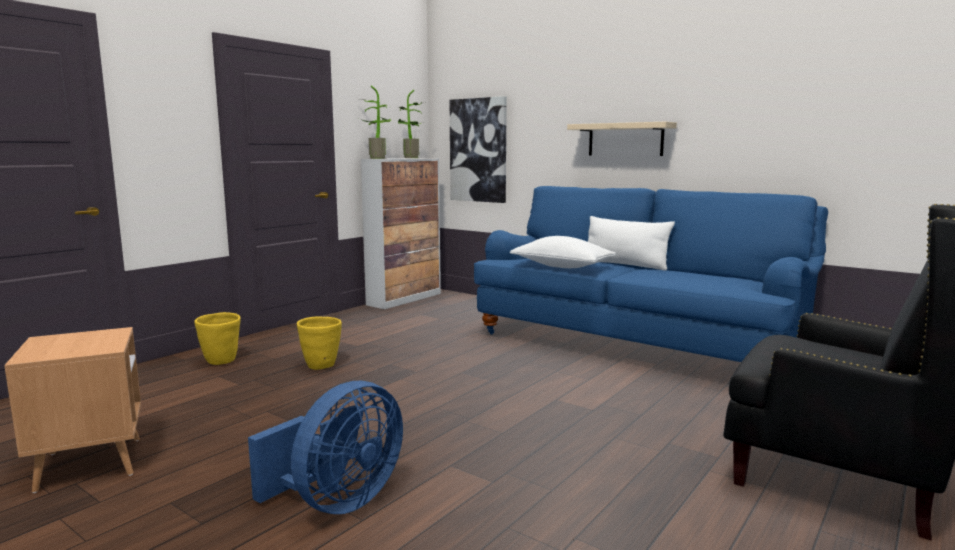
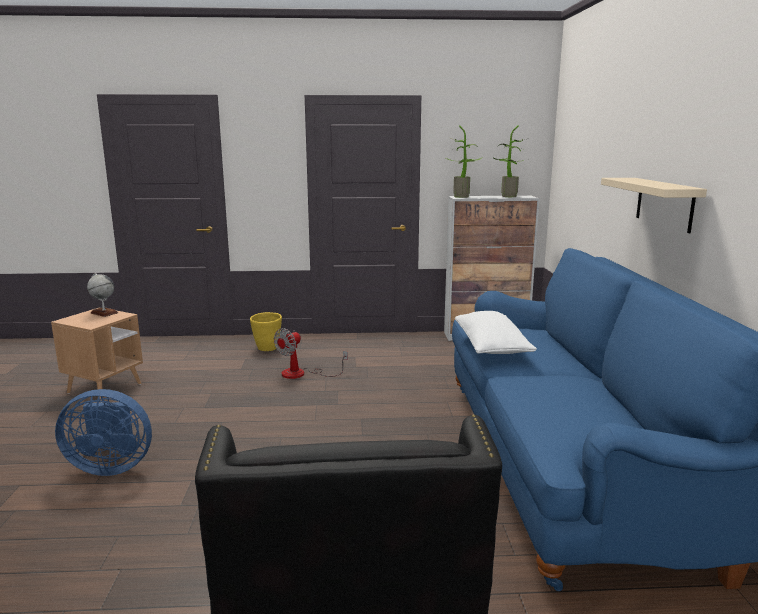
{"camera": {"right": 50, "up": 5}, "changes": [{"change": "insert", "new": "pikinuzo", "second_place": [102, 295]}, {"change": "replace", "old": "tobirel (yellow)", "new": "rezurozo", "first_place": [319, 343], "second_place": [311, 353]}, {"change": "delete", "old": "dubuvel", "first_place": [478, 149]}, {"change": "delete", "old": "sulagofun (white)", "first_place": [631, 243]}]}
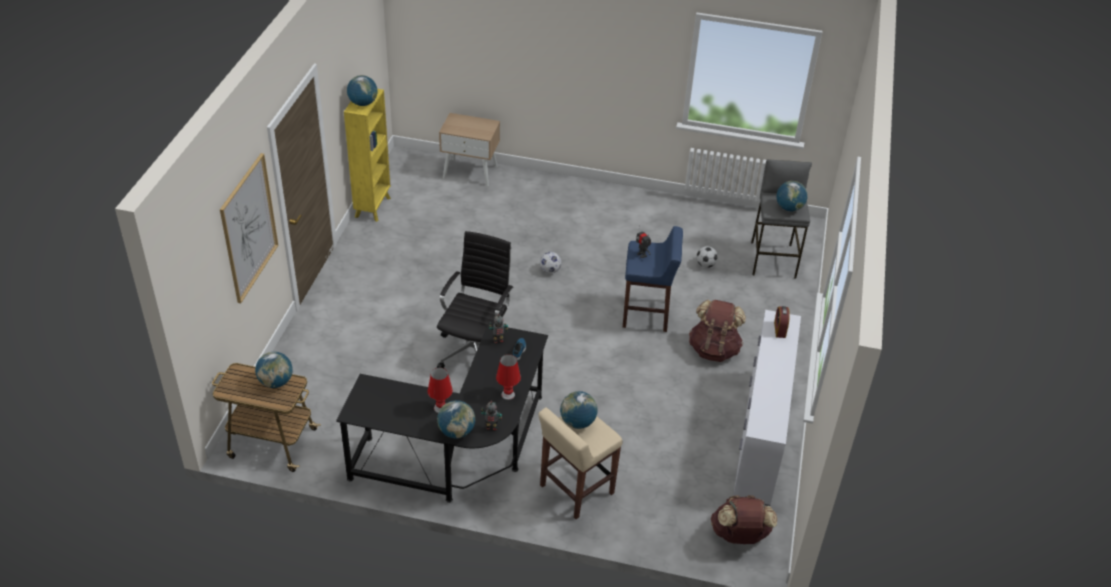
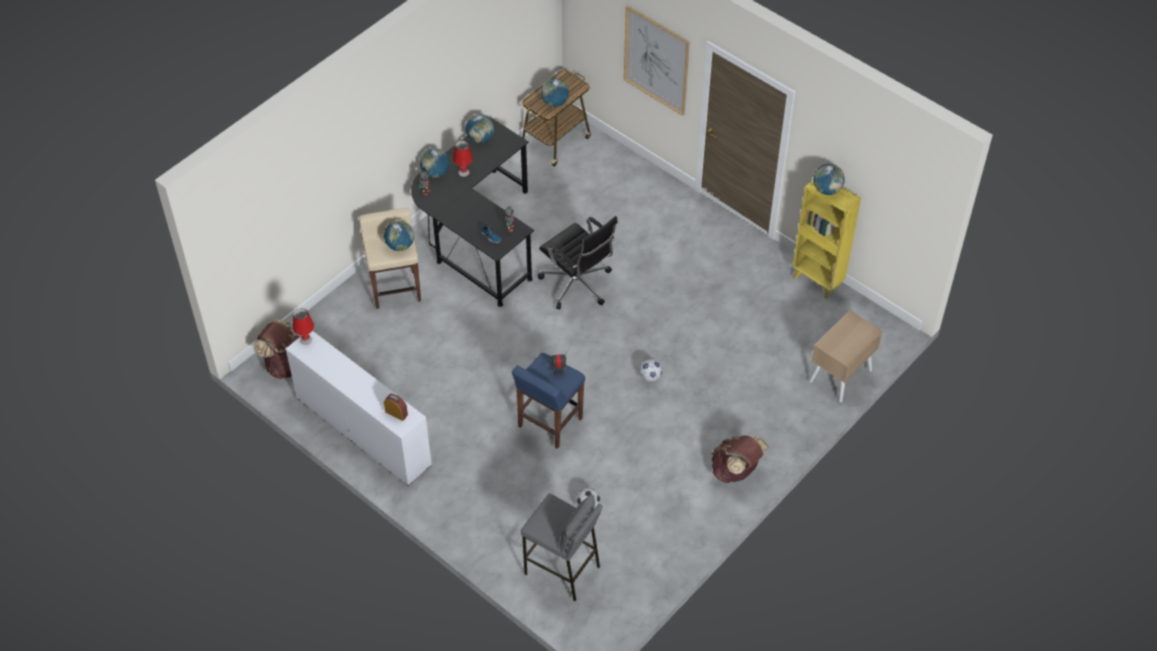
{"camera": {"right": 120, "up": 10}, "changes": [{"change": "move", "old": "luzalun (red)", "first_place": [508, 377], "second_place": [303, 326]}, {"change": "move", "old": "pikinuzo", "first_place": [792, 196], "second_place": [480, 128]}, {"change": "move", "old": "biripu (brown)", "first_place": [717, 331], "second_place": [740, 459]}]}
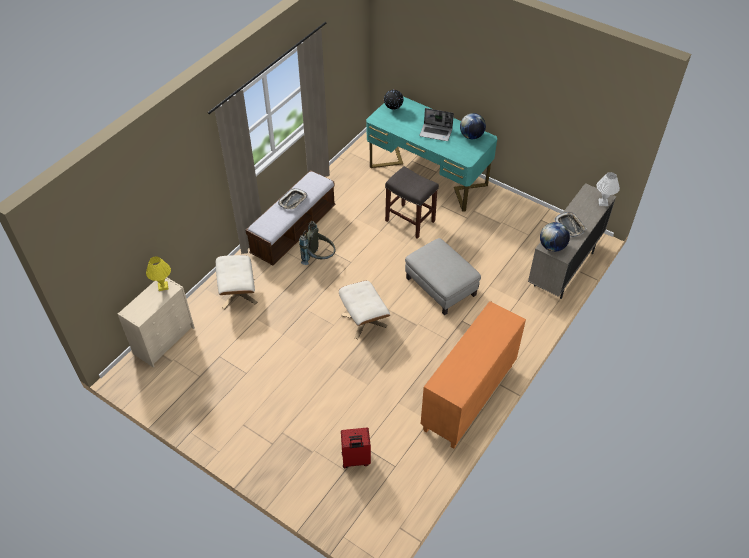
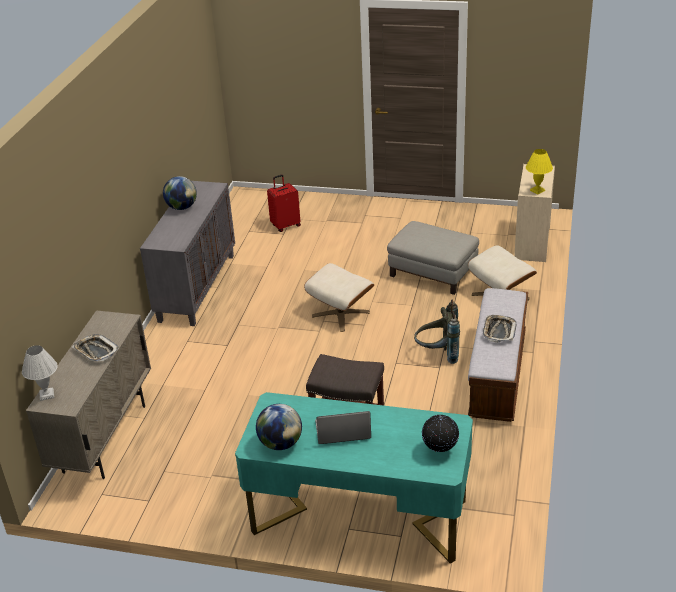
{"camera": {"right": 160, "up": -15}, "changes": [{"change": "recolor", "old": "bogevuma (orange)", "new": "bogevuma (grey)", "first_place": [473, 375], "second_place": [187, 253]}, {"change": "move", "old": "pikinuzo", "first_place": [555, 237], "second_place": [180, 193]}, {"change": "move", "old": "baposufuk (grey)", "first_place": [443, 276], "second_place": [433, 258]}]}
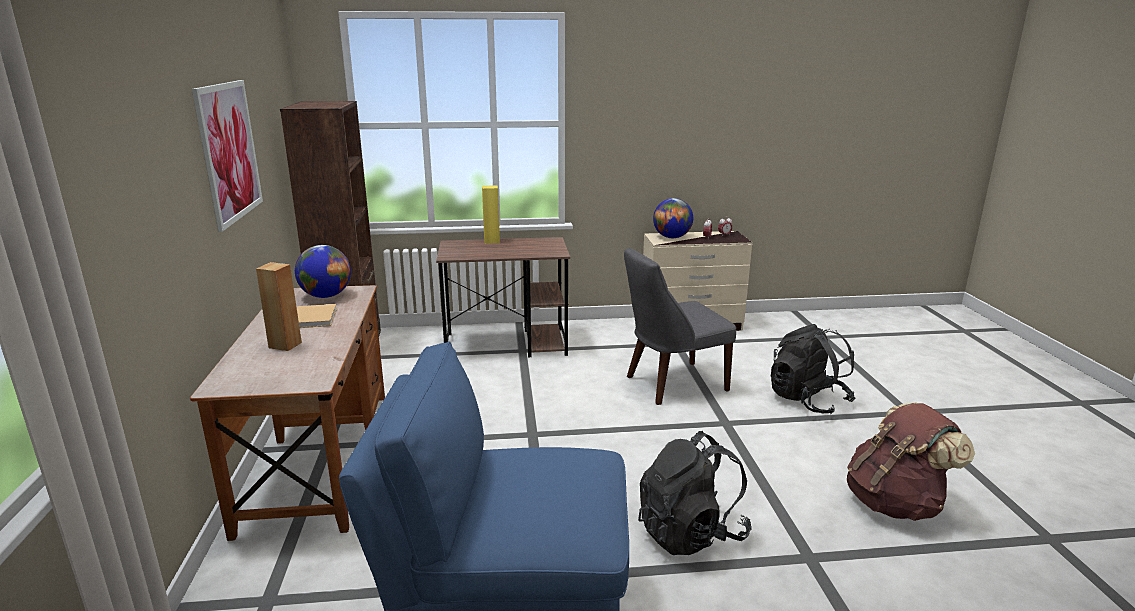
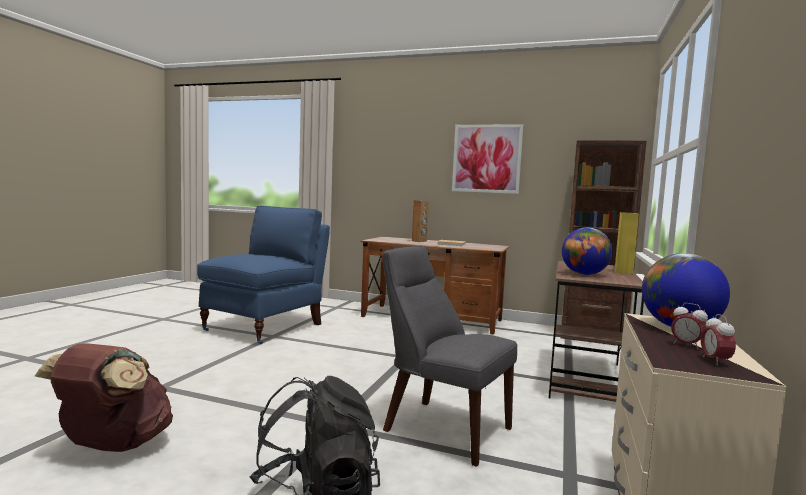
{"camera": {"right": 115, "up": -15}, "changes": [{"change": "rotate", "old": "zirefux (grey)", "first_place": [680, 326], "second_place": [450, 356], "degrees": -60}, {"change": "move", "old": "pikinuzo", "first_place": [323, 271], "second_place": [587, 251]}, {"change": "delete", "old": "biripu (black)", "first_place": [695, 493]}]}
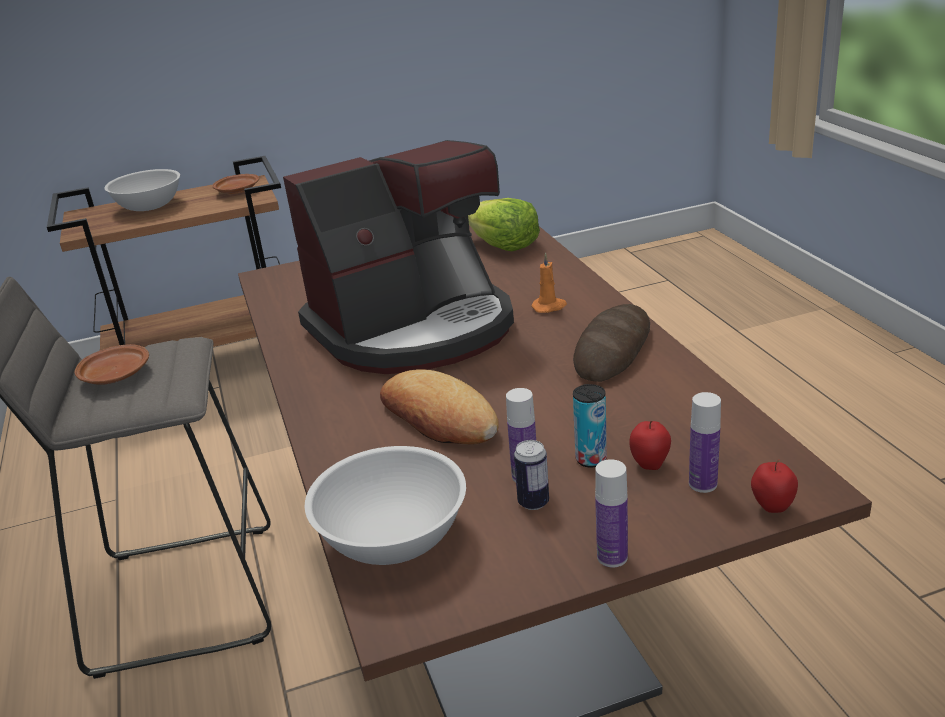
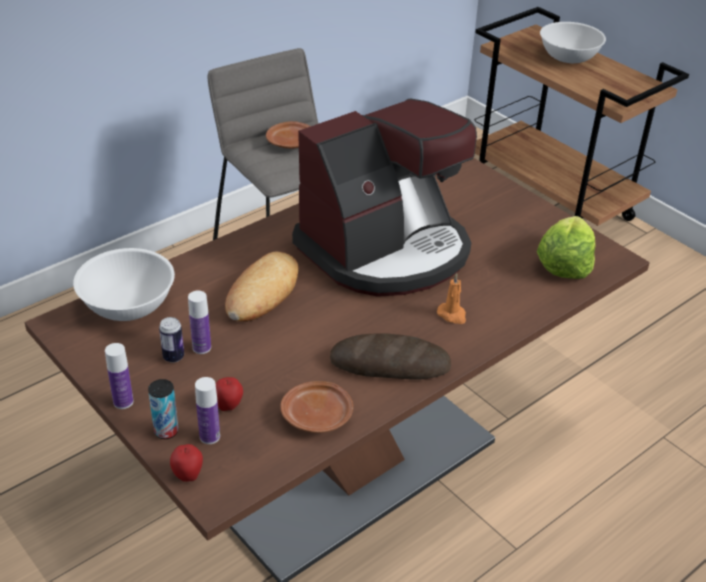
{"camera": {"right": 65, "up": 10}, "changes": [{"change": "move", "old": "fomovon", "first_place": [590, 426], "second_place": [163, 409]}, {"change": "move", "old": "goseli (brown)", "first_place": [235, 184], "second_place": [316, 407]}, {"change": "rotate", "old": "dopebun", "first_place": [398, 257], "second_place": [384, 197], "degrees": -75}]}
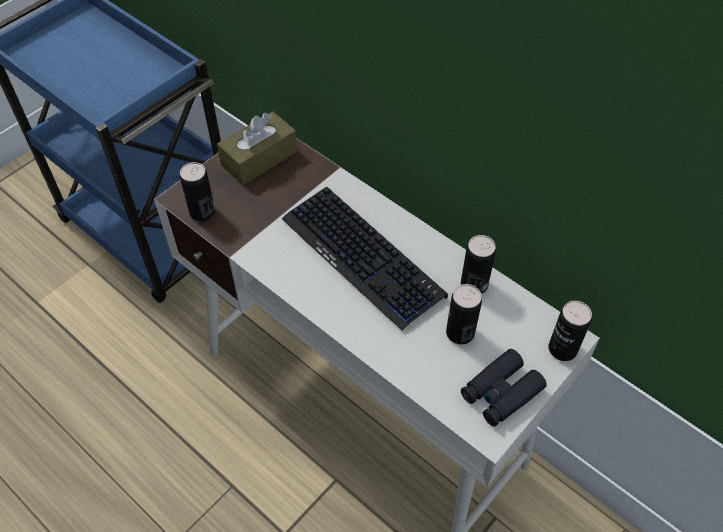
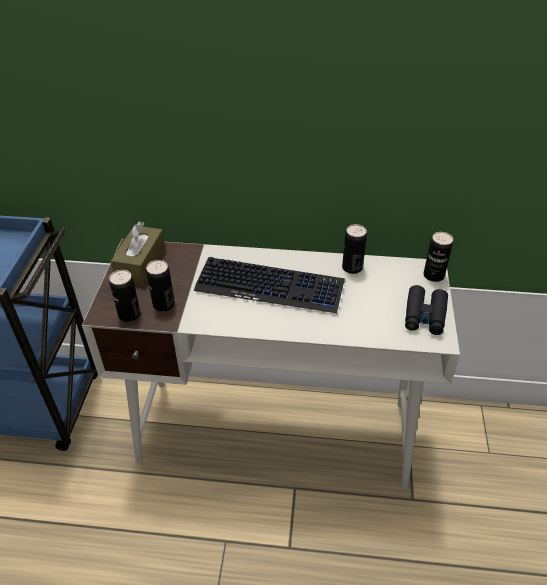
{"camera": {"right": -35, "up": -10}, "changes": [{"change": "move", "old": "fomovon", "first_place": [464, 314], "second_place": [160, 285]}]}
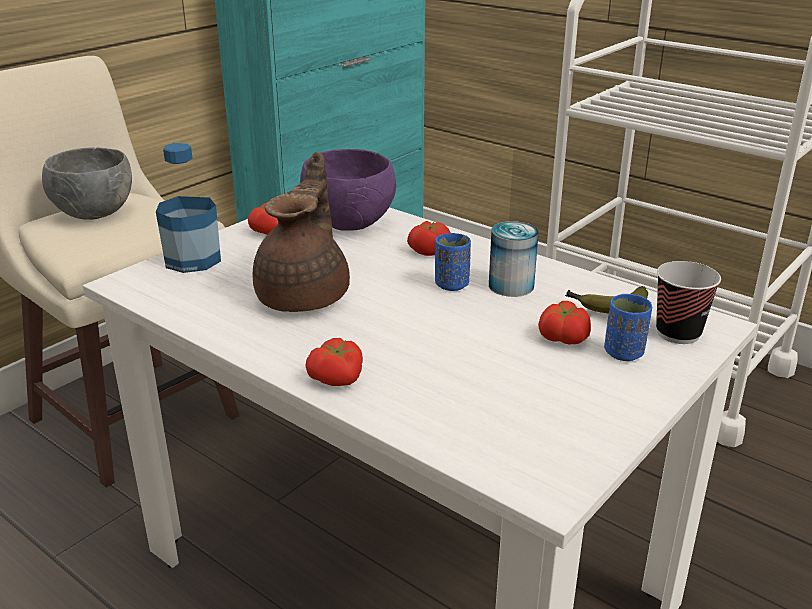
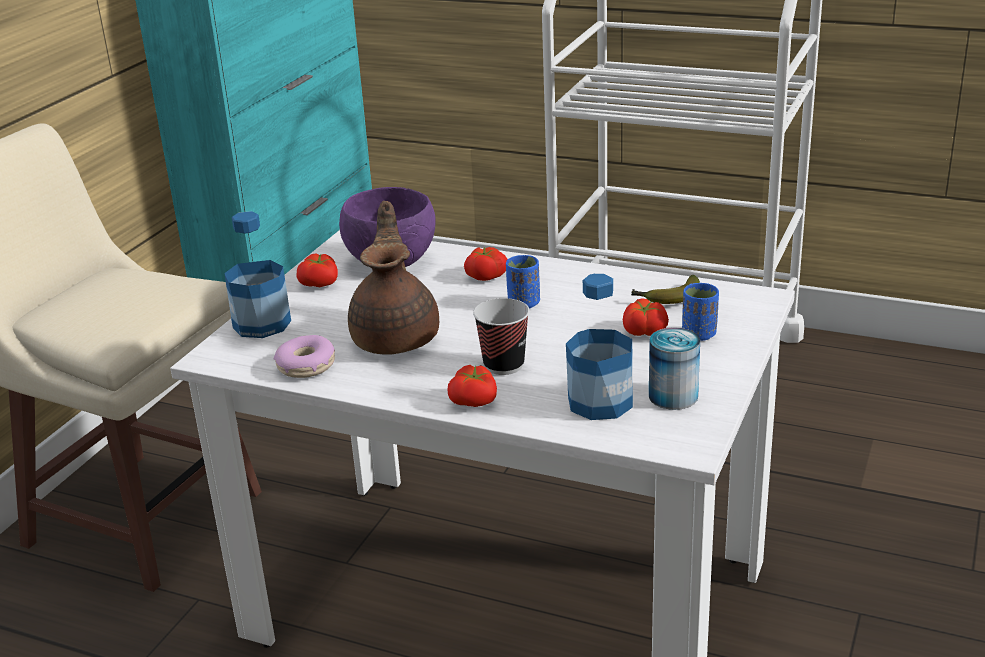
{"camera": {"right": -15, "up": 0}, "changes": [{"change": "insert", "new": "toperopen", "second_place": [304, 356]}, {"change": "move", "old": "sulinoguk", "first_place": [688, 302], "second_place": [501, 336]}, {"change": "insert", "new": "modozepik", "second_place": [599, 347]}, {"change": "move", "old": "fomovon", "first_place": [514, 259], "second_place": [674, 368]}, {"change": "delete", "old": "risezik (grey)", "first_place": [87, 183]}]}
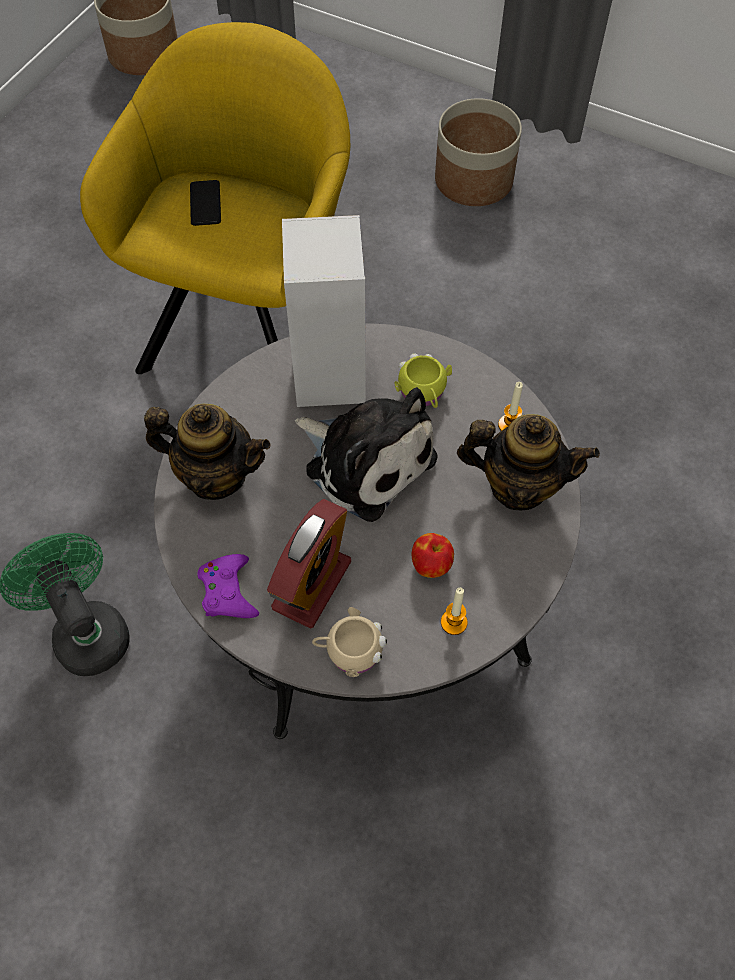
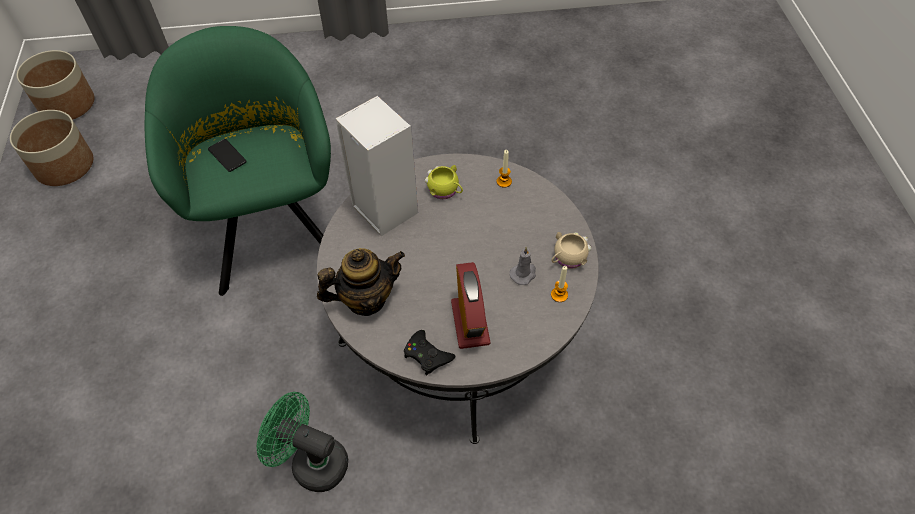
{"camera": {"right": -35, "up": -5}, "changes": [{"change": "move", "old": "tobirel", "first_place": [478, 152], "second_place": [51, 148]}, {"change": "recolor", "old": "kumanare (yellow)", "new": "kumanare (green)", "first_place": [215, 198], "second_place": [238, 161]}, {"change": "recolor", "old": "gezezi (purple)", "new": "gezezi (black)", "first_place": [228, 586], "second_place": [429, 352]}, {"change": "replace", "old": "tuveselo", "new": "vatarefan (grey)", "first_place": [433, 555], "second_place": [523, 266]}, {"change": "move", "old": "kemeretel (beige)", "first_place": [349, 642], "second_place": [571, 250]}, {"change": "delete", "old": "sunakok", "first_place": [366, 454]}, {"change": "delete", "old": "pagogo", "first_place": [528, 462]}]}
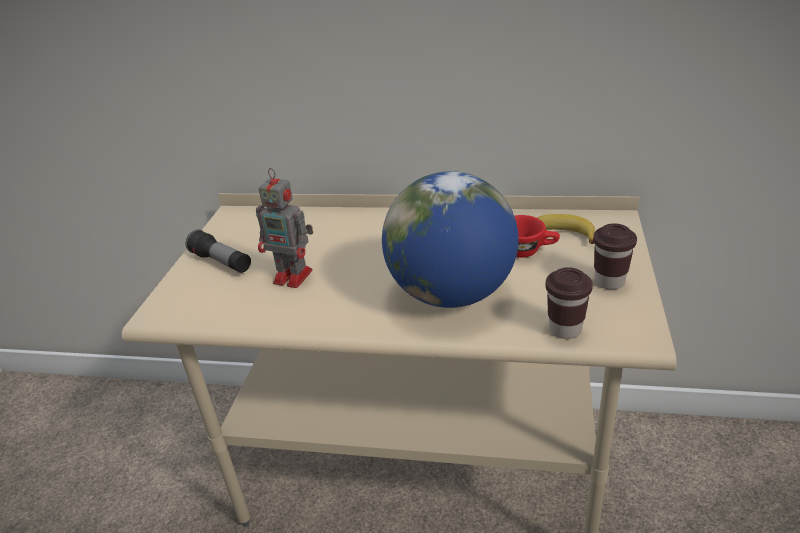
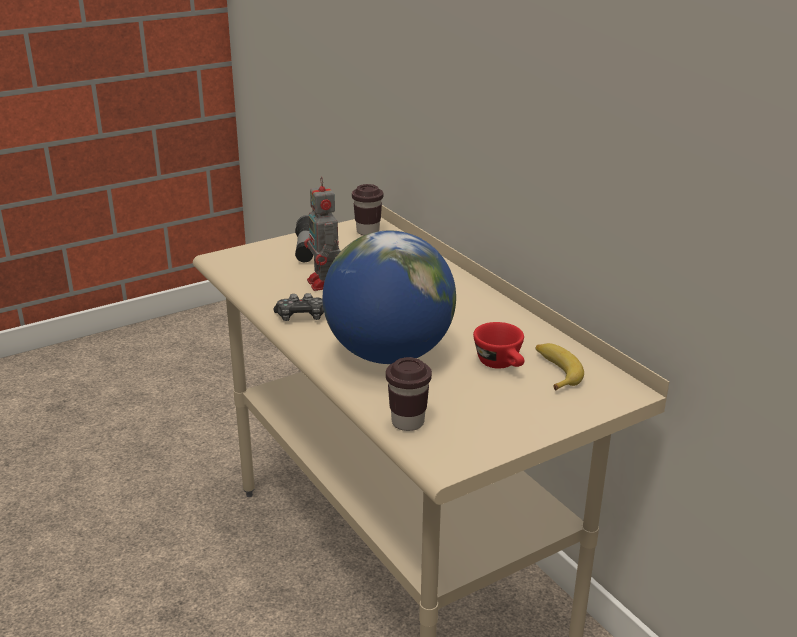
{"camera": {"right": 45, "up": -5}, "changes": [{"change": "insert", "new": "gezezi", "second_place": [298, 307]}, {"change": "move", "old": "sulinoguk (brown)", "first_place": [615, 257], "second_place": [367, 209]}]}
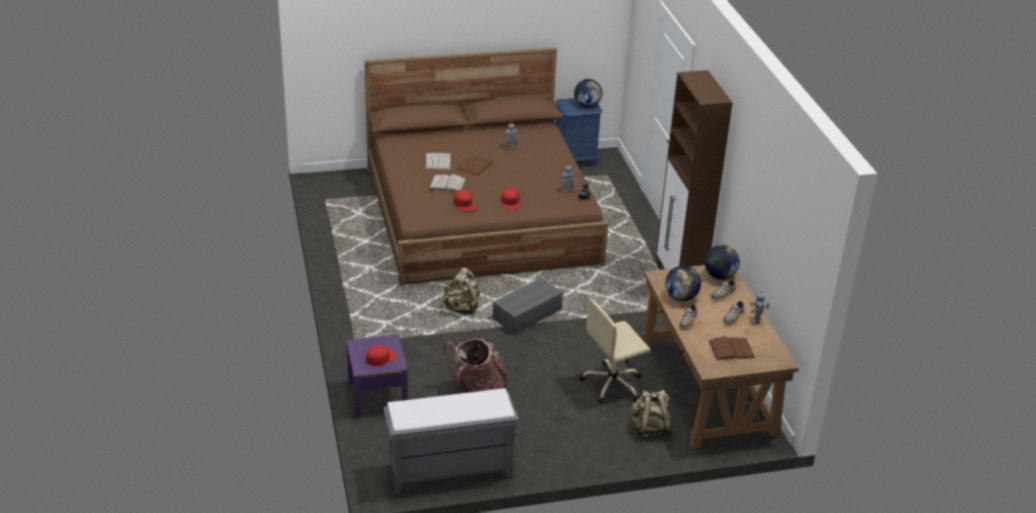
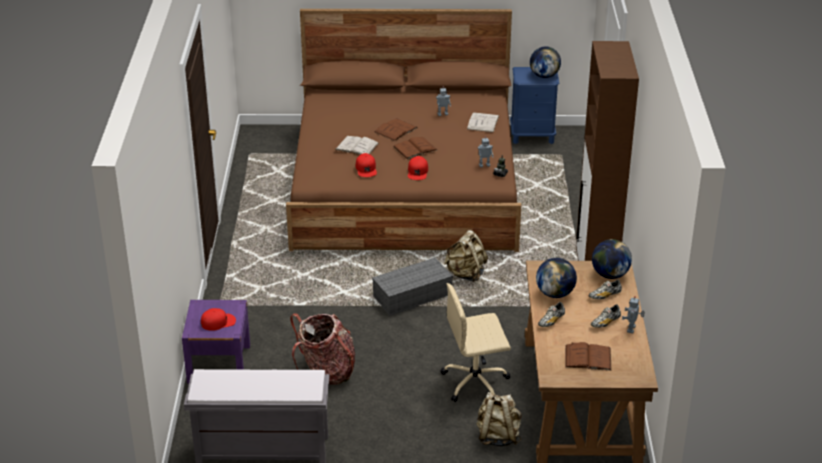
{"camera": {"right": 15, "up": 0}, "changes": [{"change": "insert", "new": "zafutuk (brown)", "second_place": [415, 148]}, {"change": "move", "old": "biripu (beige)", "first_place": [461, 292], "second_place": [466, 256]}, {"change": "move", "old": "zafutuk (white)", "first_place": [438, 161], "second_place": [483, 122]}]}
